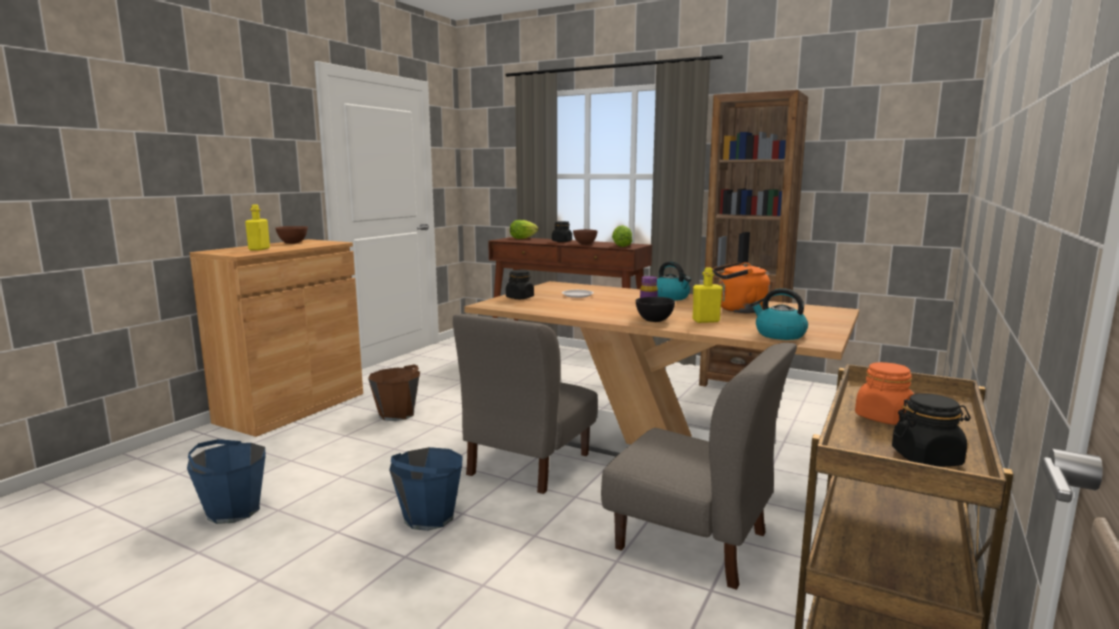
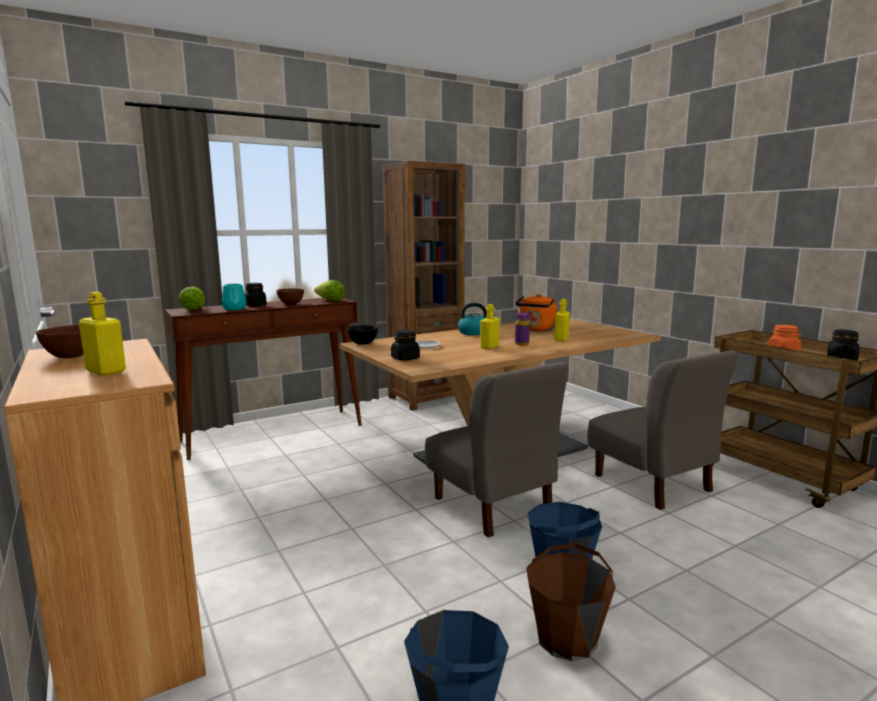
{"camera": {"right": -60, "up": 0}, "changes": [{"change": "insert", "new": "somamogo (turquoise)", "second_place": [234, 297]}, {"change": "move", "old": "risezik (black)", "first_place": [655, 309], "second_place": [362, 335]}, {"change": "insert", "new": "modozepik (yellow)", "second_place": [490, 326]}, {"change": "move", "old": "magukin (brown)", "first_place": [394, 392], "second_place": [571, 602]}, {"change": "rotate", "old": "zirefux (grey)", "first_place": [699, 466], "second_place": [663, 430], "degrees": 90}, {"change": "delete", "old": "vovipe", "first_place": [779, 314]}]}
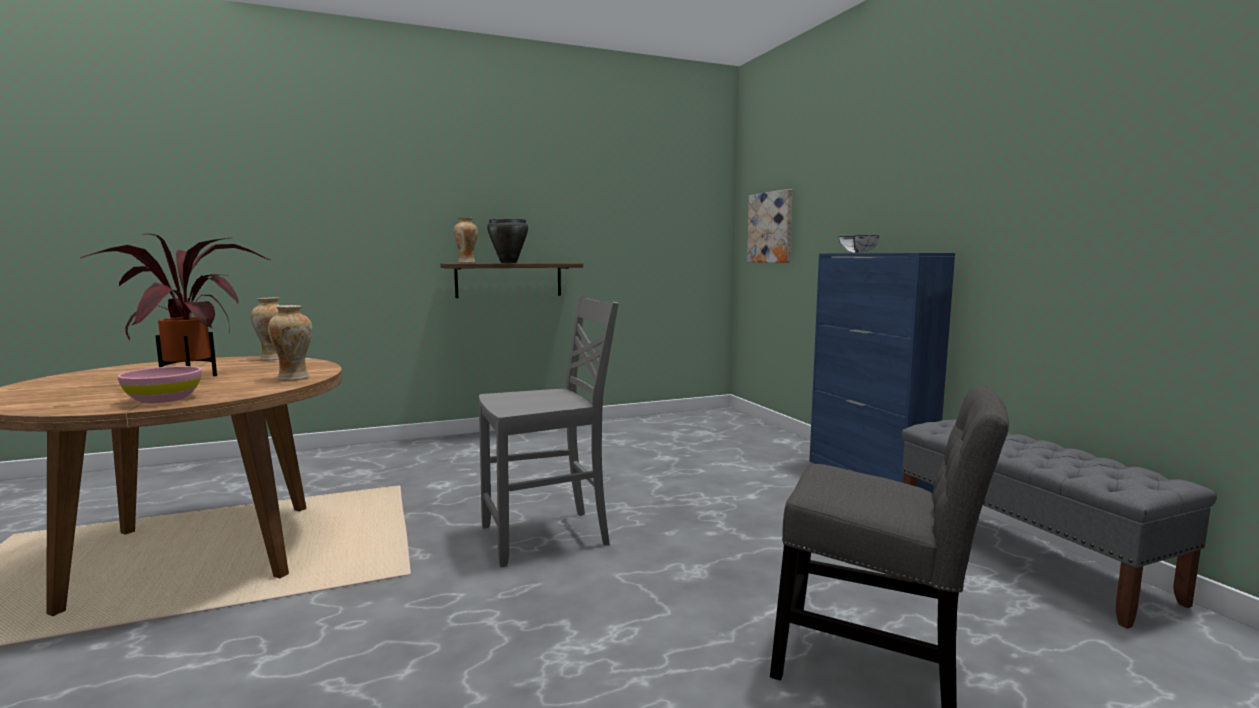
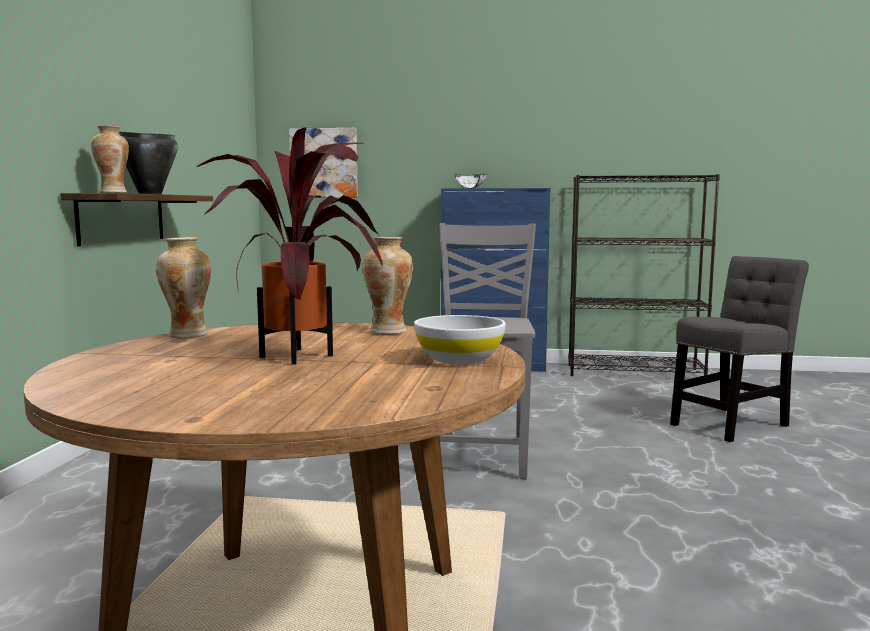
{"camera": {"right": -60, "up": 0}, "changes": [{"change": "recolor", "old": "risezik (pink)", "new": "risezik (white)", "first_place": [159, 384], "second_place": [460, 339]}, {"change": "replace", "old": "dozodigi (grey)", "new": "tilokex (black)", "first_place": [1059, 524], "second_place": [644, 275]}]}
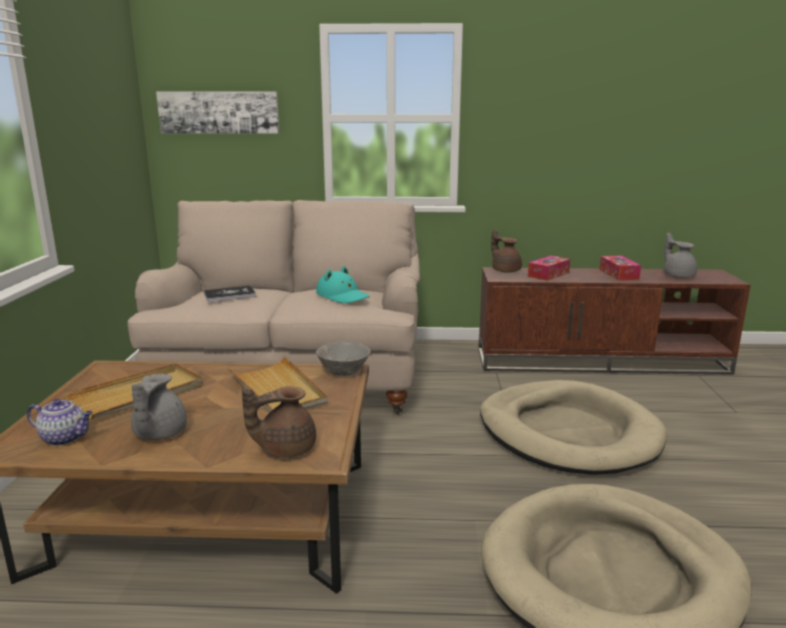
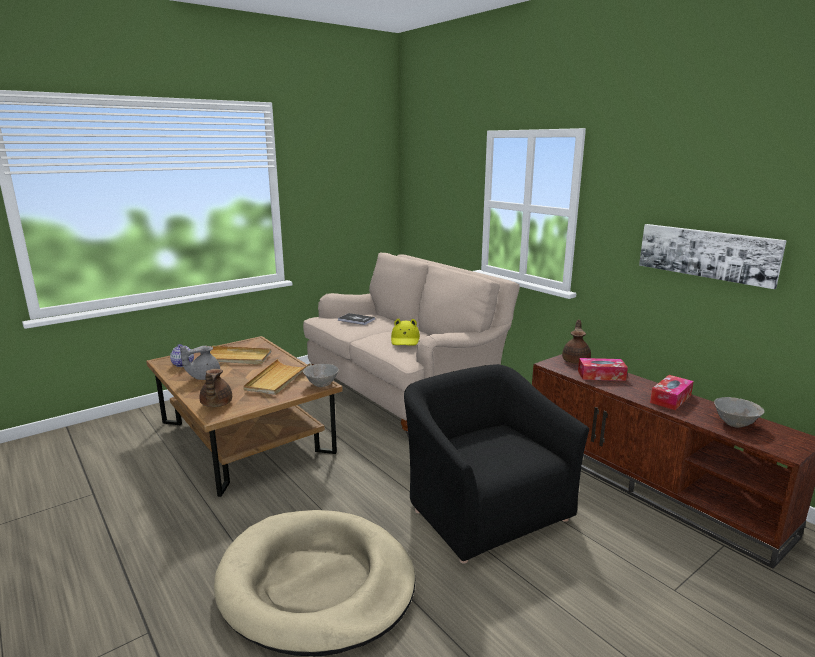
{"camera": {"right": 50, "up": 0}, "changes": [{"change": "rotate", "old": "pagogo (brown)", "first_place": [279, 421], "second_place": [215, 388], "degrees": -120}, {"change": "recolor", "old": "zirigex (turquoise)", "new": "zirigex (yellow)", "first_place": [343, 284], "second_place": [405, 331]}, {"change": "replace", "old": "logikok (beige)", "new": "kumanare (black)", "first_place": [573, 427], "second_place": [496, 464]}, {"change": "move", "old": "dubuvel", "first_place": [217, 112], "second_place": [713, 256]}, {"change": "replace", "old": "pagogo (grey)", "new": "risezik (grey)", "first_place": [680, 255], "second_place": [739, 412]}]}
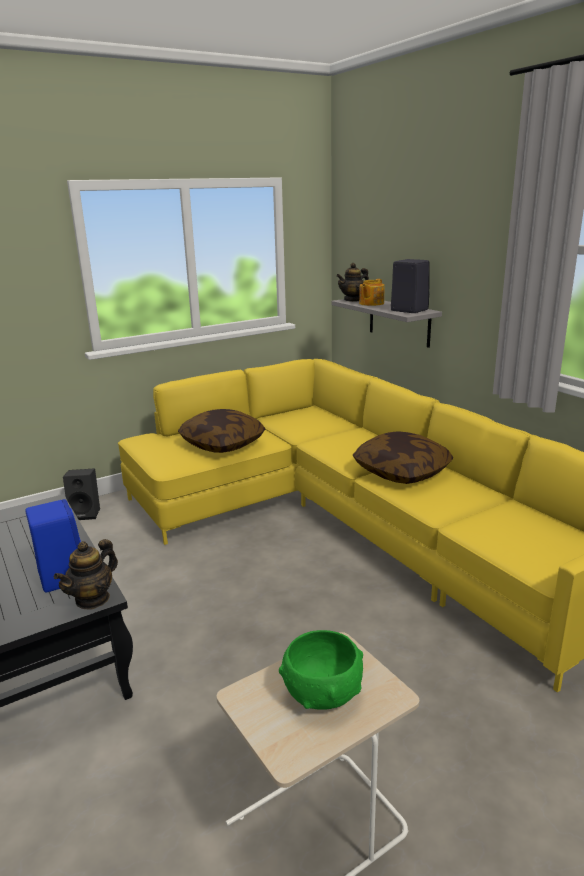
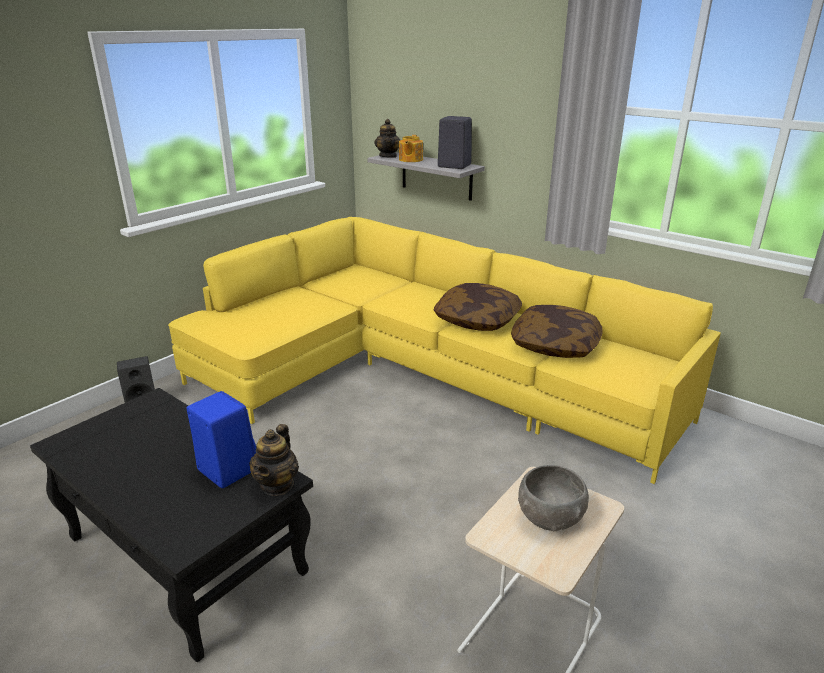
{"camera": {"right": -20, "up": 5}, "changes": [{"change": "rotate", "old": "pagogo", "first_place": [352, 282], "second_place": [387, 138], "degrees": -45}, {"change": "move", "old": "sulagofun", "first_place": [222, 431], "second_place": [557, 331]}, {"change": "recolor", "old": "risezik (green)", "new": "risezik (grey)", "first_place": [321, 670], "second_place": [553, 498]}]}
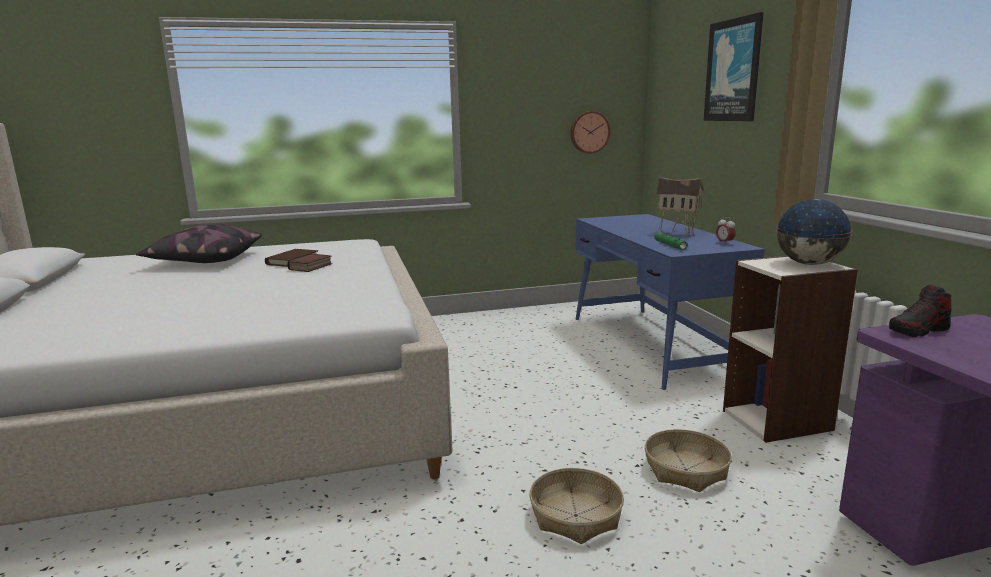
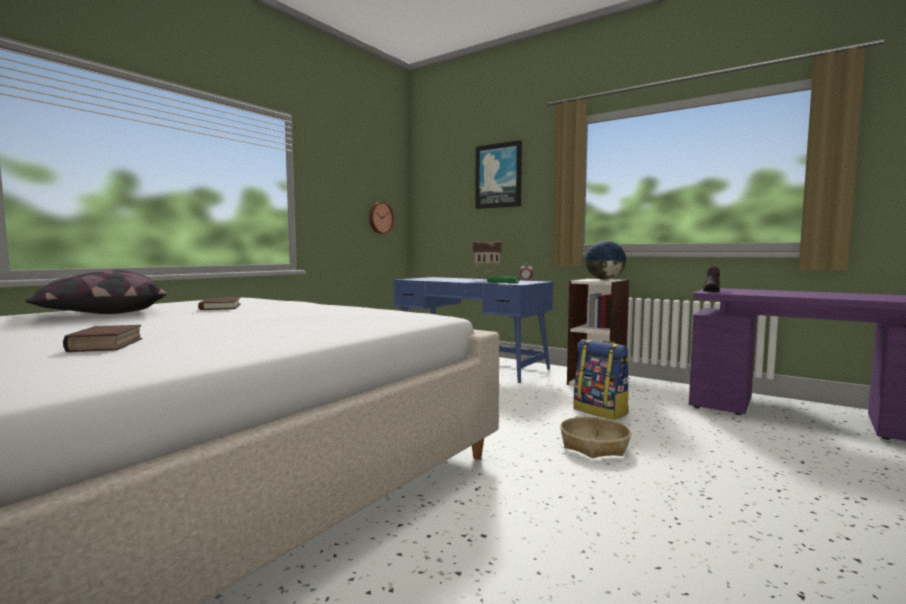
{"camera": {"right": -40, "up": -10}, "changes": [{"change": "move", "old": "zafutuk", "first_place": [309, 263], "second_place": [102, 338]}, {"change": "replace", "old": "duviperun", "new": "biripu", "first_place": [688, 460], "second_place": [602, 379]}]}
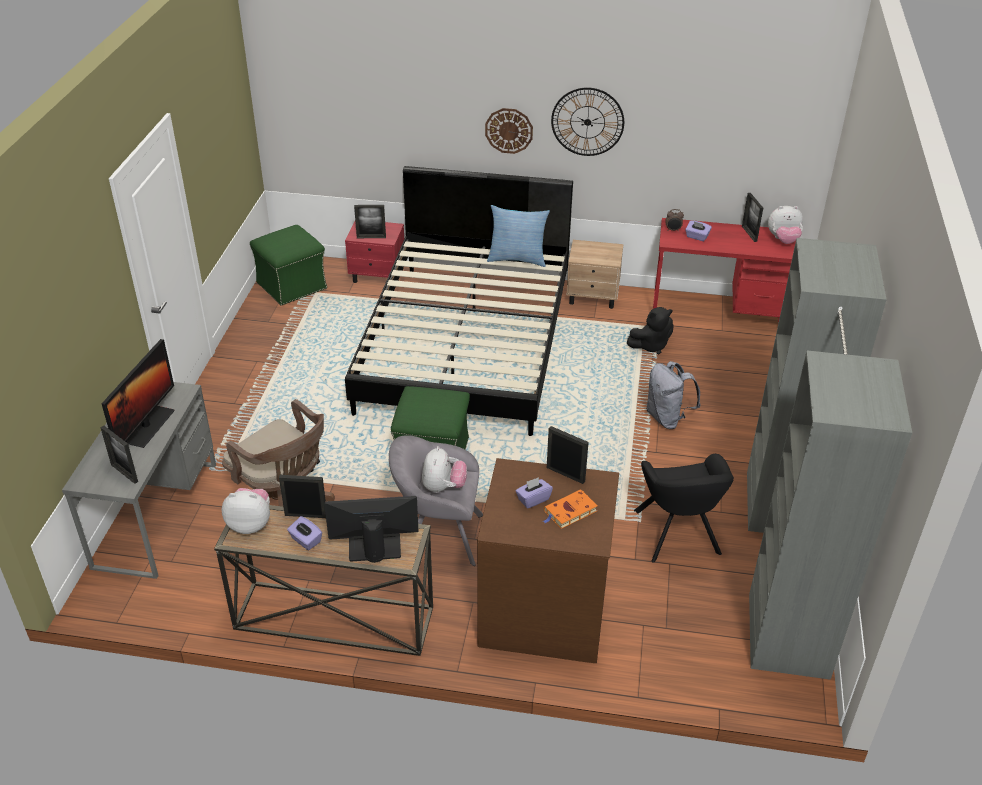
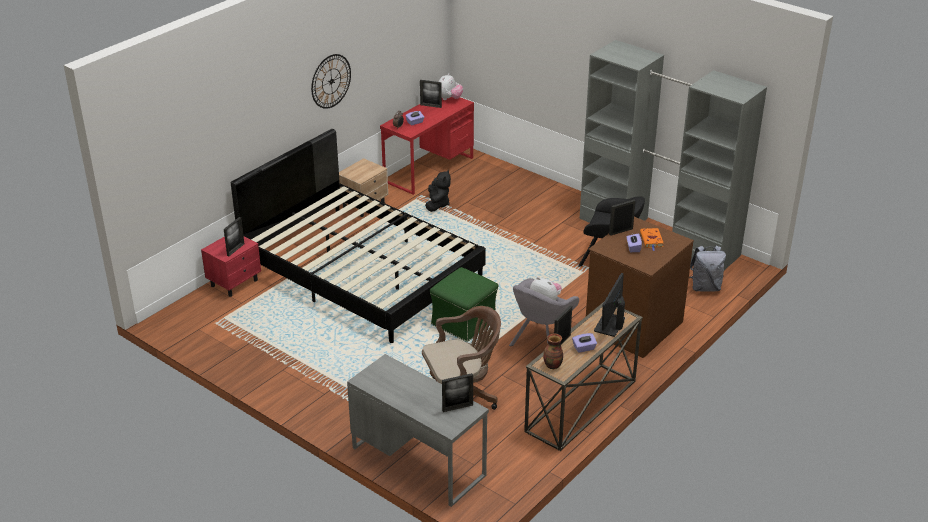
{"camera": {"right": -60, "up": -5}, "changes": [{"change": "replace", "old": "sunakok", "new": "somamogo", "first_place": [246, 511], "second_place": [553, 351]}, {"change": "move", "old": "biripu (grey)", "first_place": [674, 395], "second_place": [707, 269]}, {"change": "delete", "old": "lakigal", "first_place": [138, 393]}, {"change": "delete", "old": "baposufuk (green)", "first_place": [288, 265]}, {"change": "delete", "old": "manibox", "first_place": [509, 131]}, {"change": "delete", "old": "sulagofun", "first_place": [518, 236]}]}
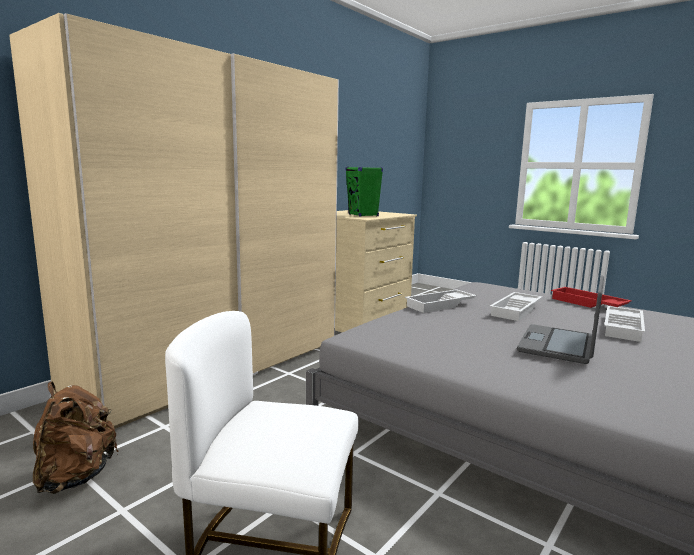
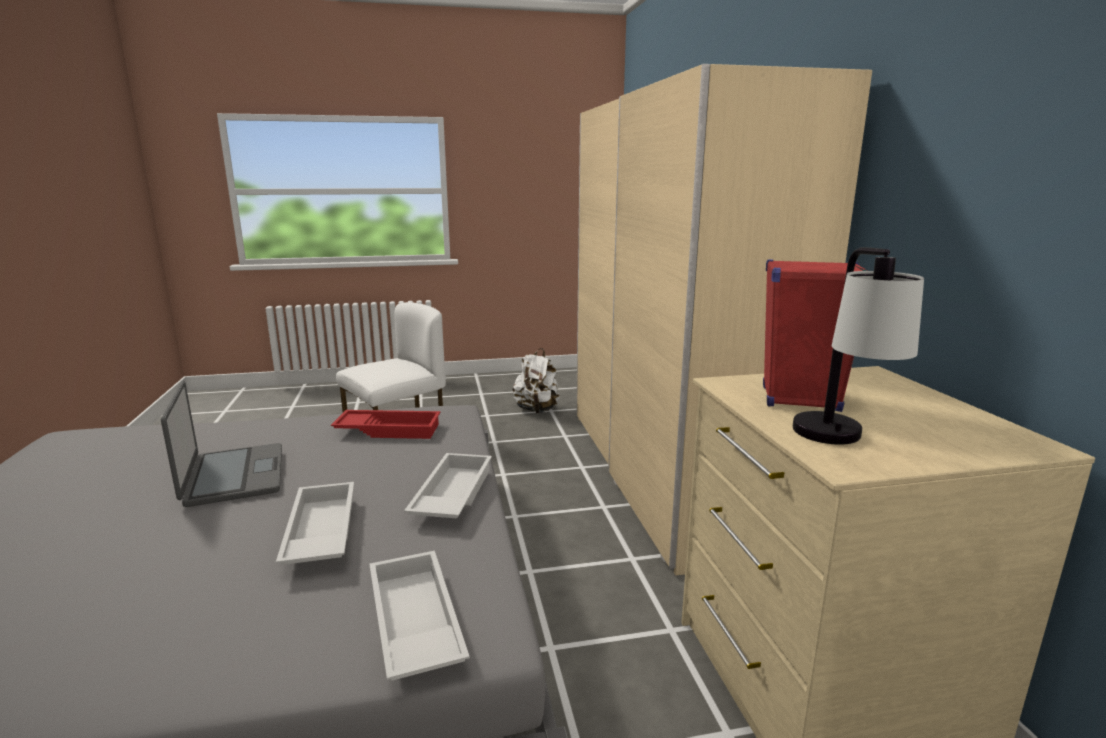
{"camera": {"right": 130, "up": 5}, "changes": [{"change": "move", "old": "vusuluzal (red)", "first_place": [591, 297], "second_place": [385, 424]}, {"change": "move", "old": "vusuluzal (white)", "first_place": [624, 324], "second_place": [419, 616]}, {"change": "recolor", "old": "biripu (brown)", "new": "biripu (white)", "first_place": [76, 437], "second_place": [536, 380]}, {"change": "recolor", "old": "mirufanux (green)", "new": "mirufanux (red)", "first_place": [364, 192], "second_place": [815, 335]}, {"change": "insert", "new": "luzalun", "second_place": [858, 346]}]}
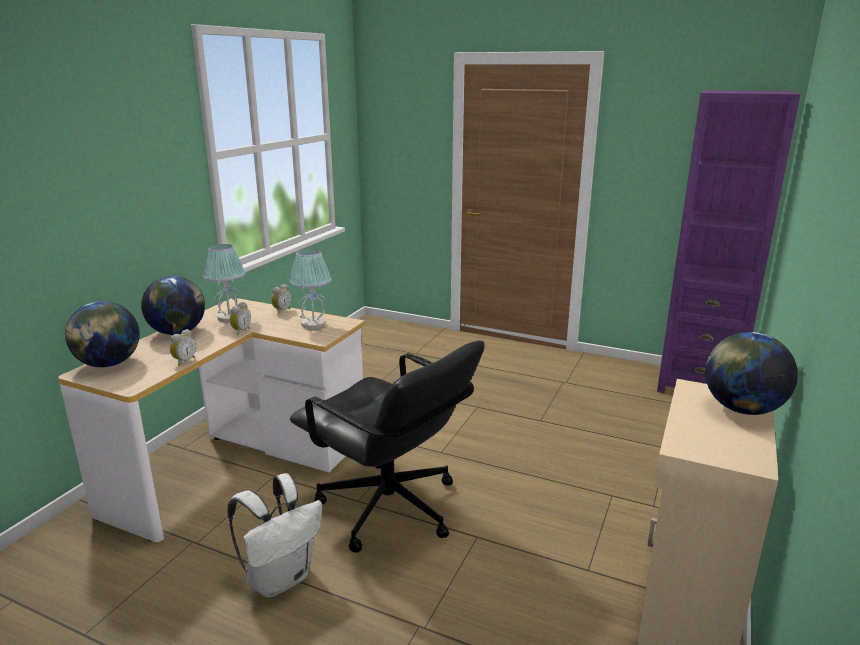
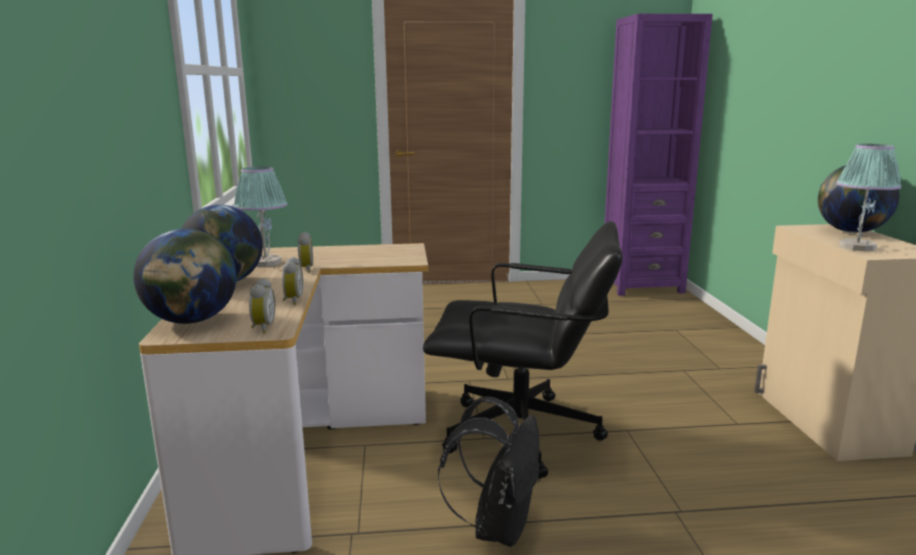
{"camera": {"right": -30, "up": -5}, "changes": [{"change": "move", "old": "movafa", "first_place": [281, 299], "second_place": [262, 305]}, {"change": "recolor", "old": "biripu (white)", "new": "biripu (black)", "first_place": [274, 535], "second_place": [489, 471]}, {"change": "move", "old": "luzalun", "first_place": [310, 289], "second_place": [868, 197]}]}
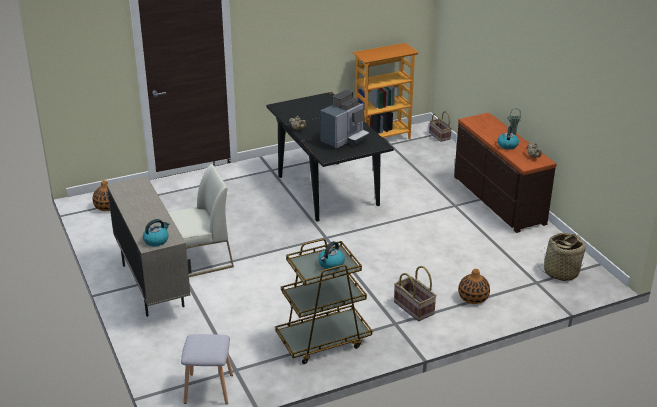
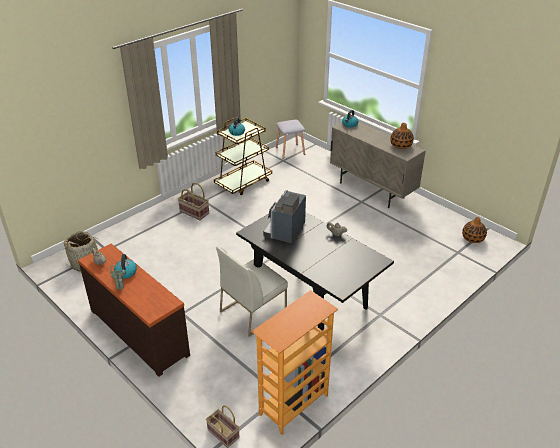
{"camera": {"right": 160, "up": 5}, "changes": [{"change": "move", "old": "zirefux (white)", "first_place": [201, 220], "second_place": [252, 291]}, {"change": "move", "old": "somamogo", "first_place": [474, 286], "second_place": [402, 136]}]}
